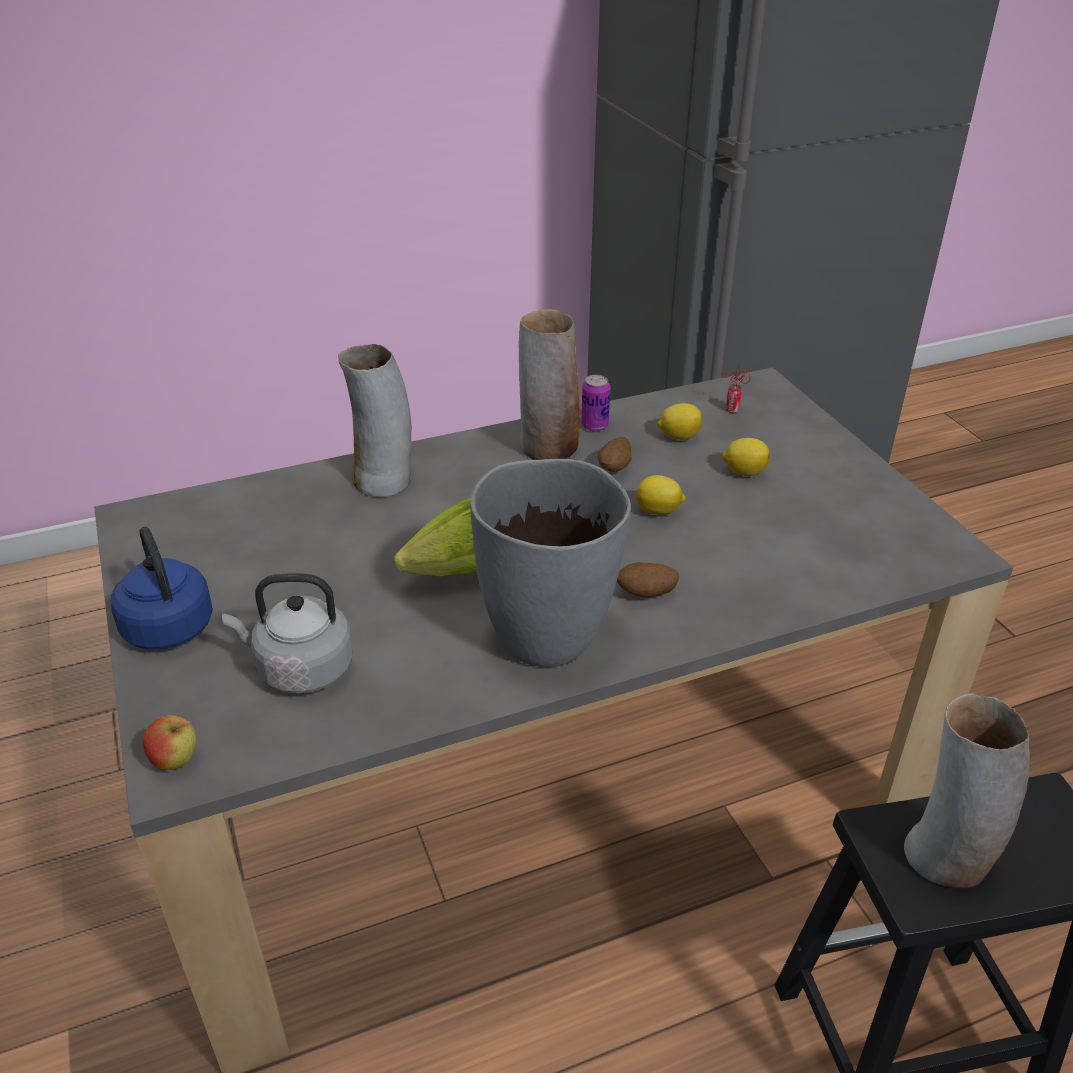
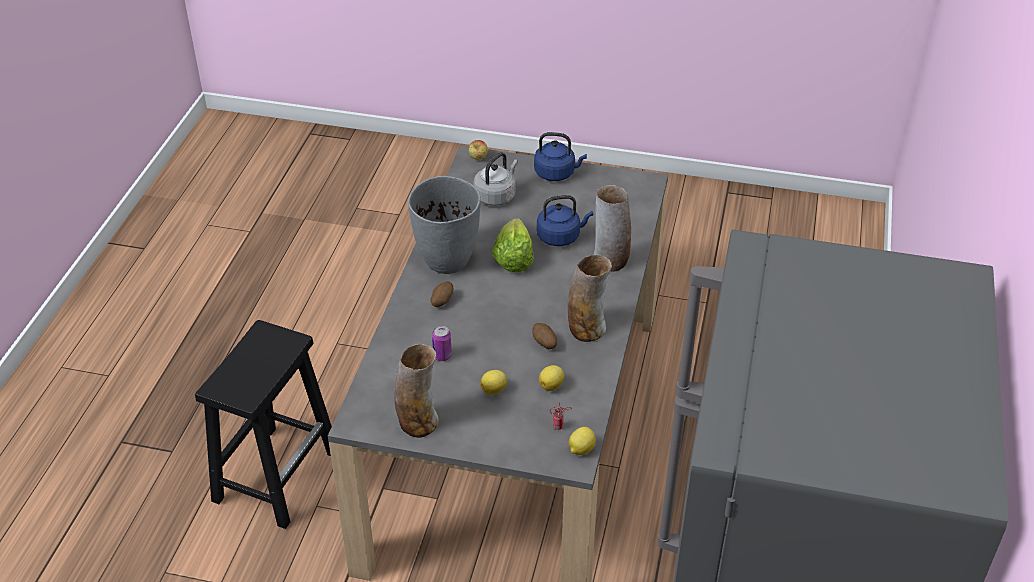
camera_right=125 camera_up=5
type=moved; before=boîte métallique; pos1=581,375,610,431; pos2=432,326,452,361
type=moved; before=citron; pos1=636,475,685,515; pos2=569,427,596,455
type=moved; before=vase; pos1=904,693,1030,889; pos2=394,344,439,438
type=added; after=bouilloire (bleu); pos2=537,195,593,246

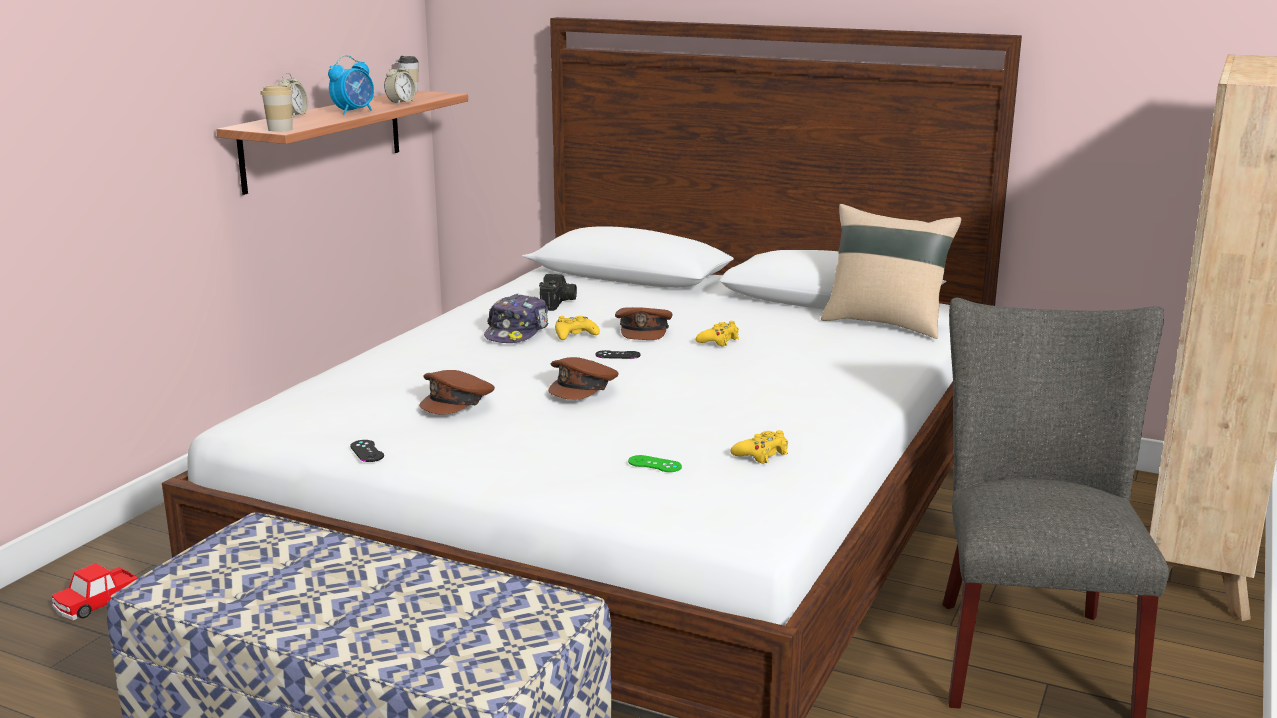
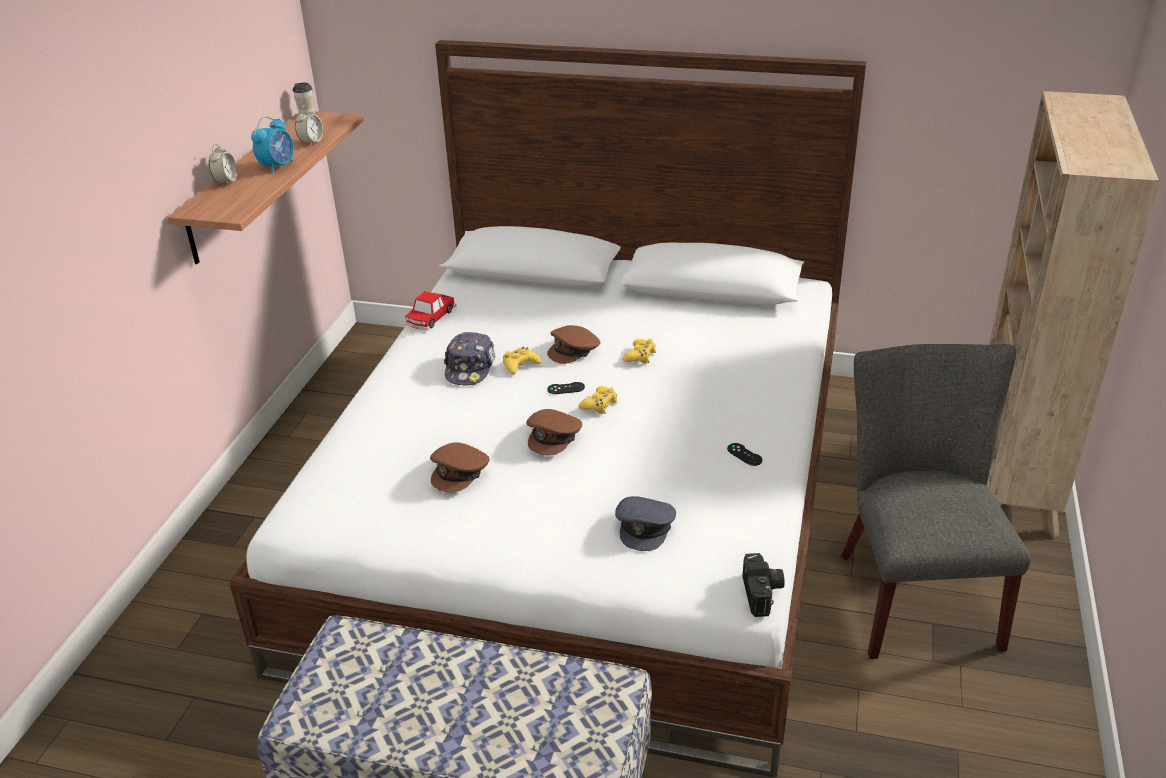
camera_right=-10 camera_up=15
type=moved; before=petite voiture; pos1=52,563,138,621; pos2=405,291,456,330
type=removed; before=tasse; pos1=260,85,293,132
type=moved; before=manette (noir); pos1=350,440,384,462; pos2=727,443,762,466
type=moved; before=appareil photo; pos1=539,274,577,311; pos2=742,553,785,617
type=turned; before=casquette (marron); pos1=615,307,672,340; pos2=547,325,600,364; turn=60
type=replaced; before=manette (vert); after=casquette (gris); pos1=628,455,682,472; pos2=615,496,676,551
type=moved; before=manette (jaune); pos1=731,430,788,464; pos2=579,386,618,414
type=removed; before=coussin (beige); pos1=821,204,961,339

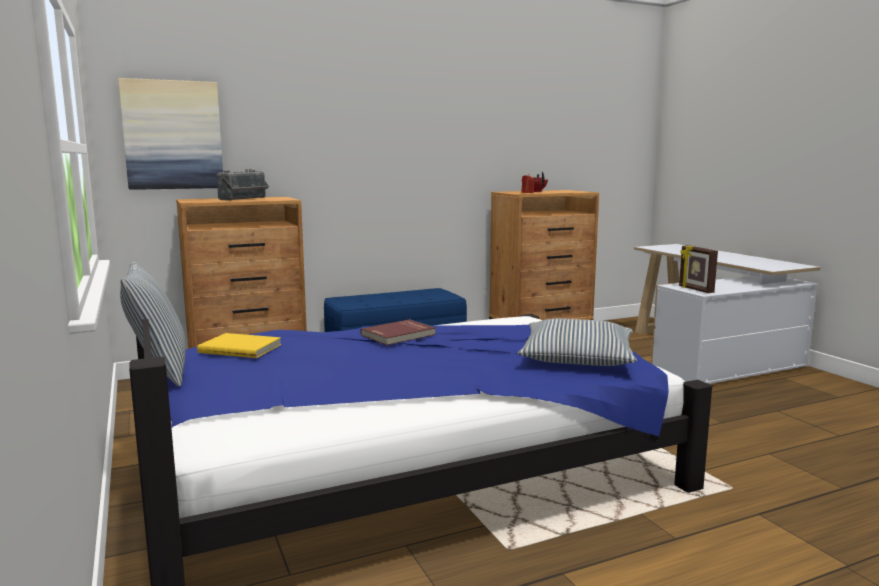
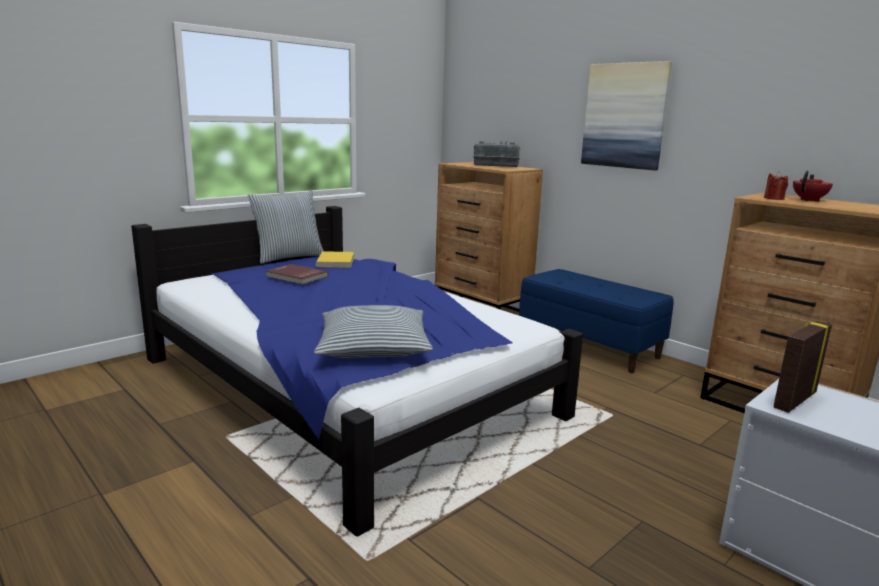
camera_right=70 camera_up=5
type=moved; before=tableau; pos1=118,78,223,190; pos2=581,61,672,170
type=moved; before=livre (rouge); pos1=360,319,436,345; pos2=266,264,328,285

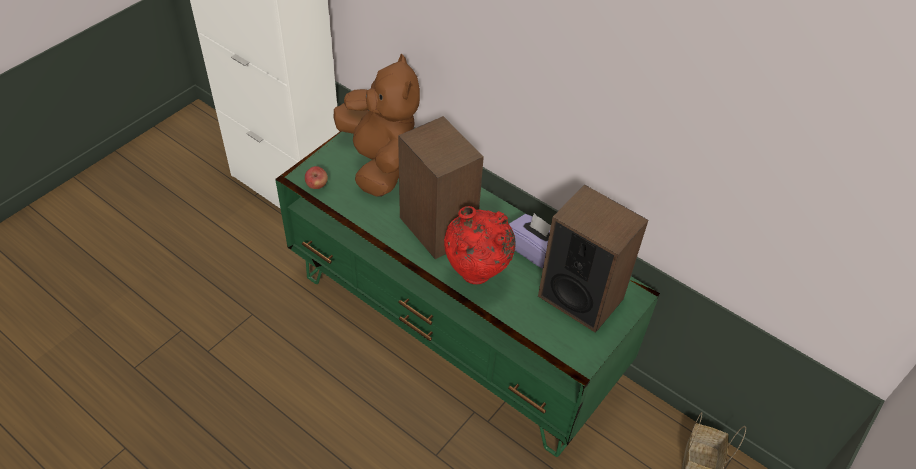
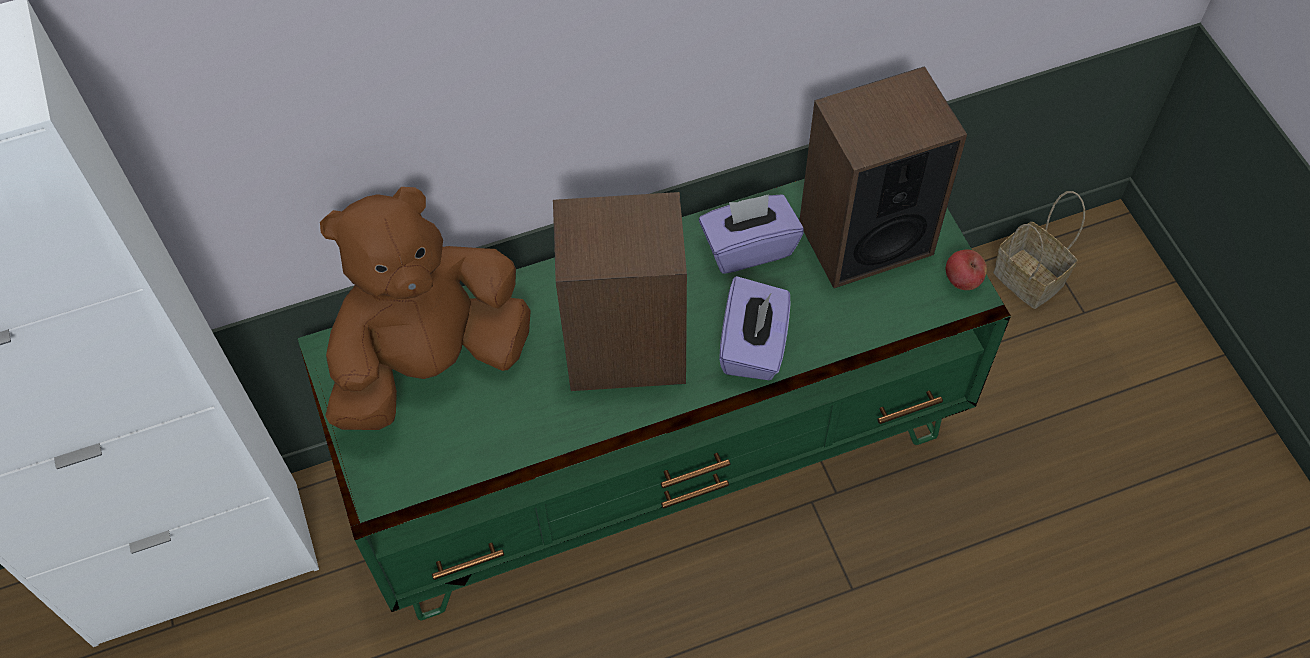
camera_right=-55 camera_up=10
type=moved; before=pomme; pos1=305,166,328,189; pos2=946,250,987,290
type=turned; before=peluche (marron); pos1=333,54,420,197; pos2=320,187,531,430; turn=-45
type=replaced; before=vase (rouge); after=boîte à mouchoirs (violet); pos1=444,206,516,284; pos2=719,276,790,380

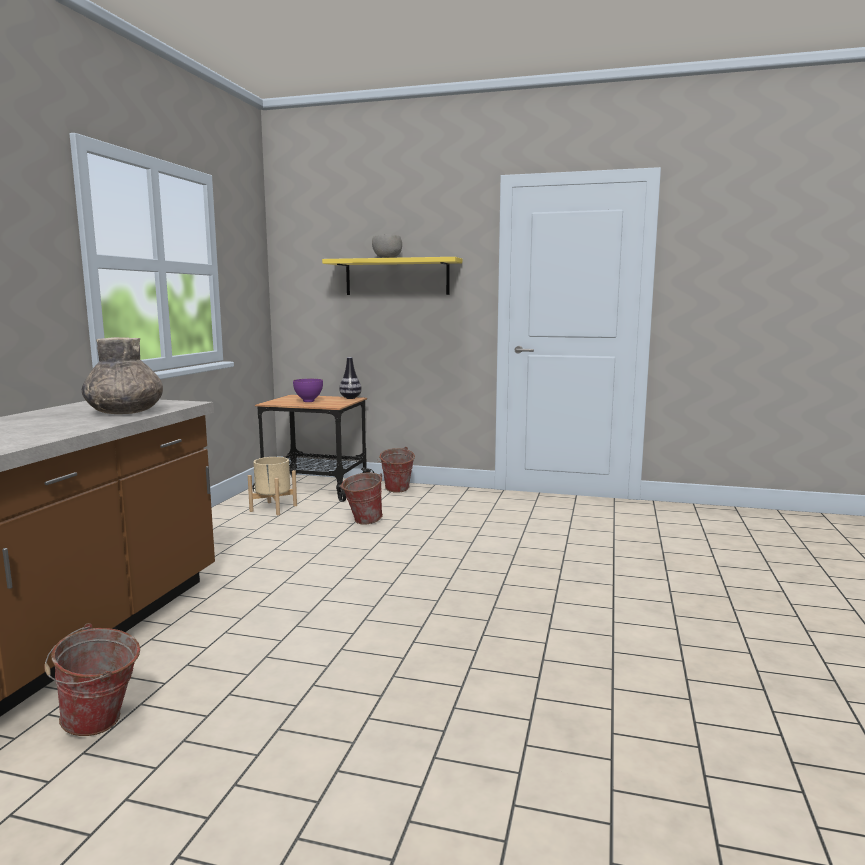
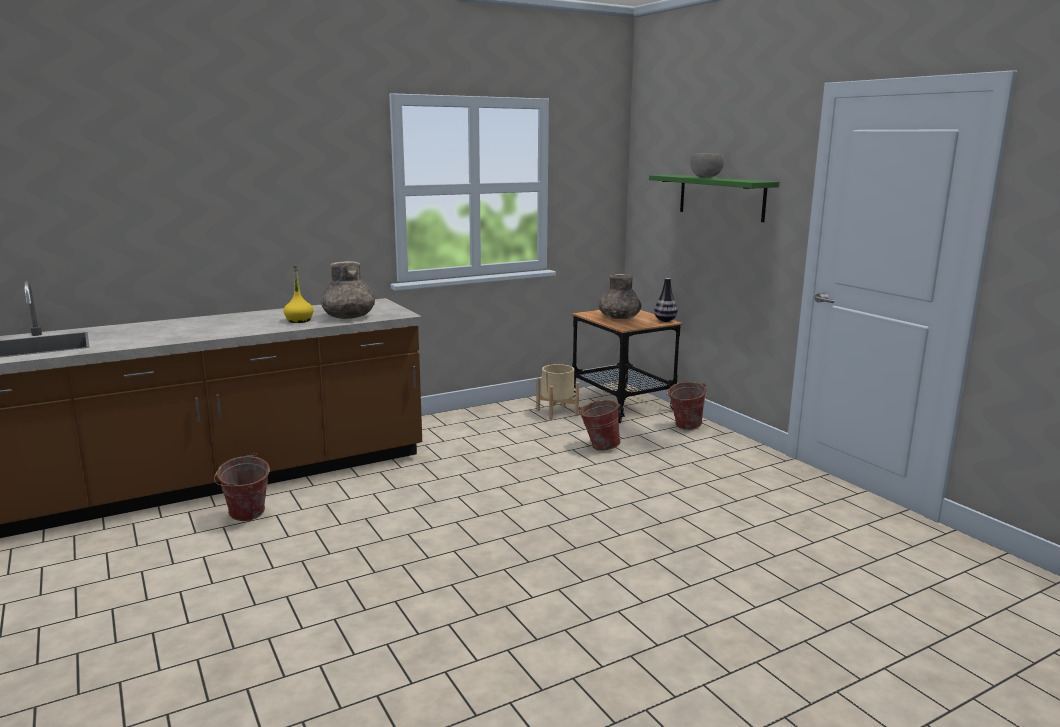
camera_right=45 camera_up=5
type=replaced; before=bol (violet); after=vase (gris); pos1=293,379,323,402; pos2=599,274,642,319
type=recoloured; before=étagère (jaune); after=étagère (vert); pos1=322,257,462,295; pos2=649,175,780,222
type=added; after=bouteille (jaune); pos2=283,266,313,323

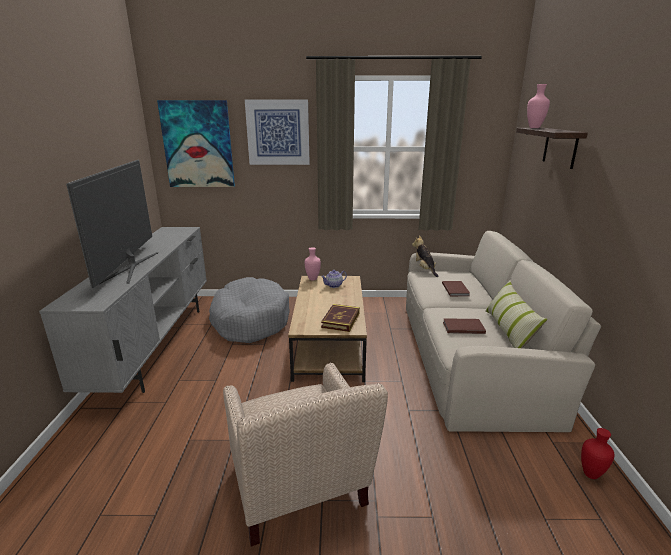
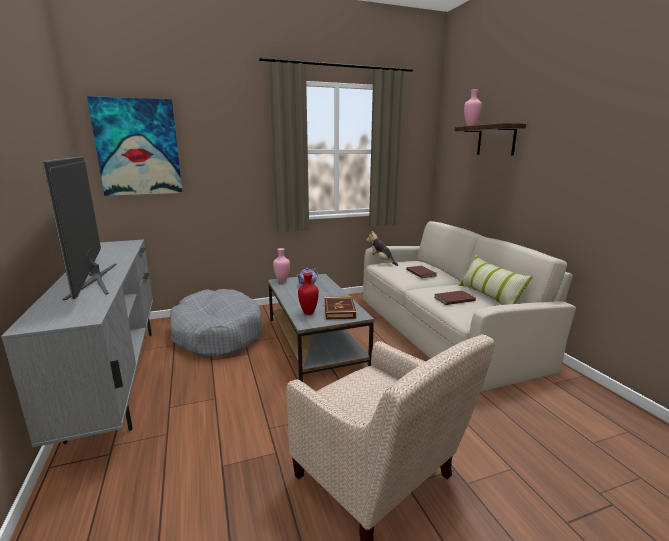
camera_right=-20 camera_up=-5
type=removed; before=tableau; pos1=245,100,310,165
type=recoloured; before=table basse (marron); after=table basse (gris); pos1=288,276,367,382; pos2=268,274,374,382
type=moved; before=vase (rouge); pos1=581,428,614,479; pos2=298,273,319,315

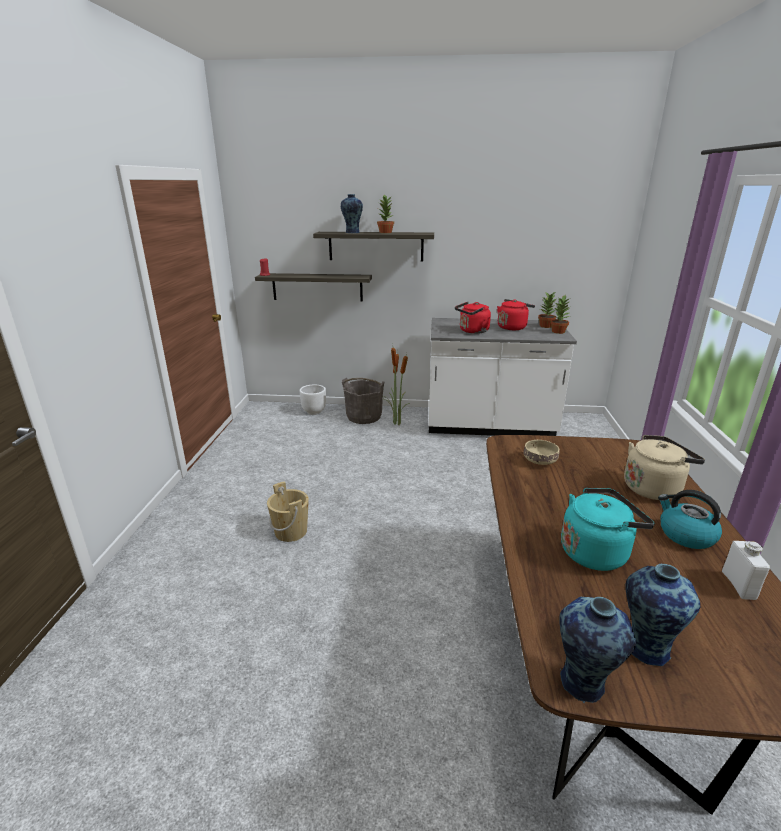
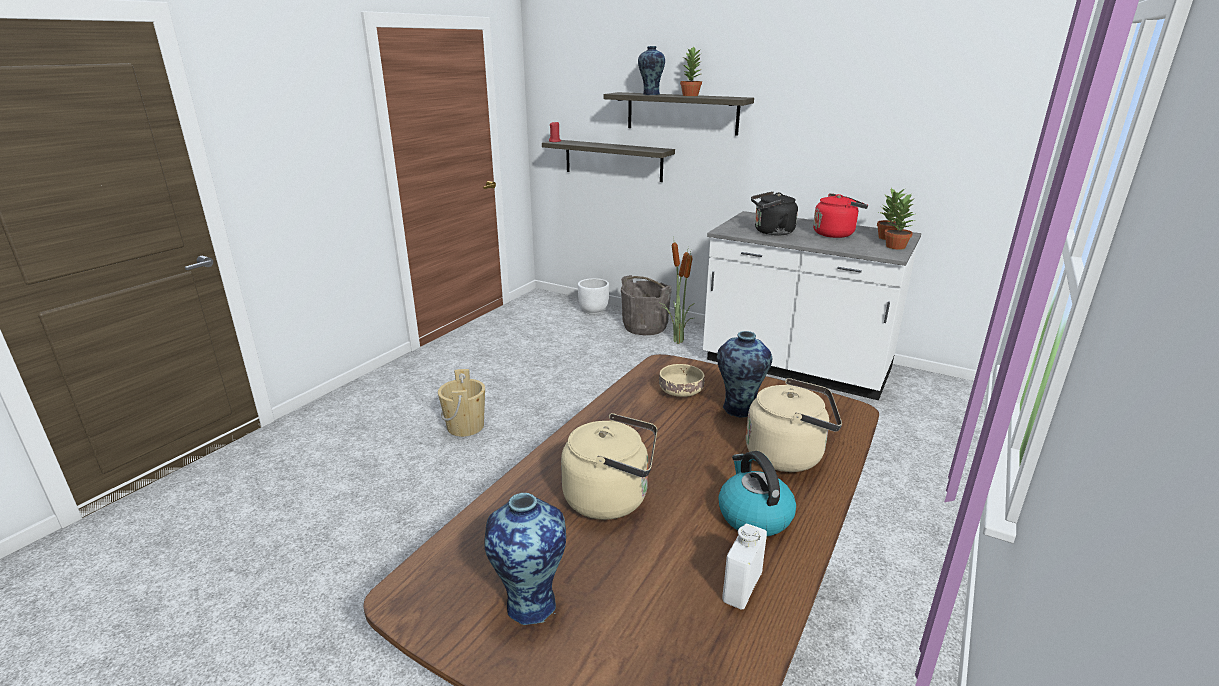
camera_right=25 camera_up=0
type=recoloured; before=bouilloire (rouge); after=bouilloire (noir); pos1=455,302,491,334; pos2=751,191,798,235
type=moved; before=vase; pos1=559,597,636,703; pos2=717,331,772,417
type=recoloured; before=bouilloire (turquoise); after=bouilloire (beige); pos1=561,488,655,571; pos2=561,413,657,520

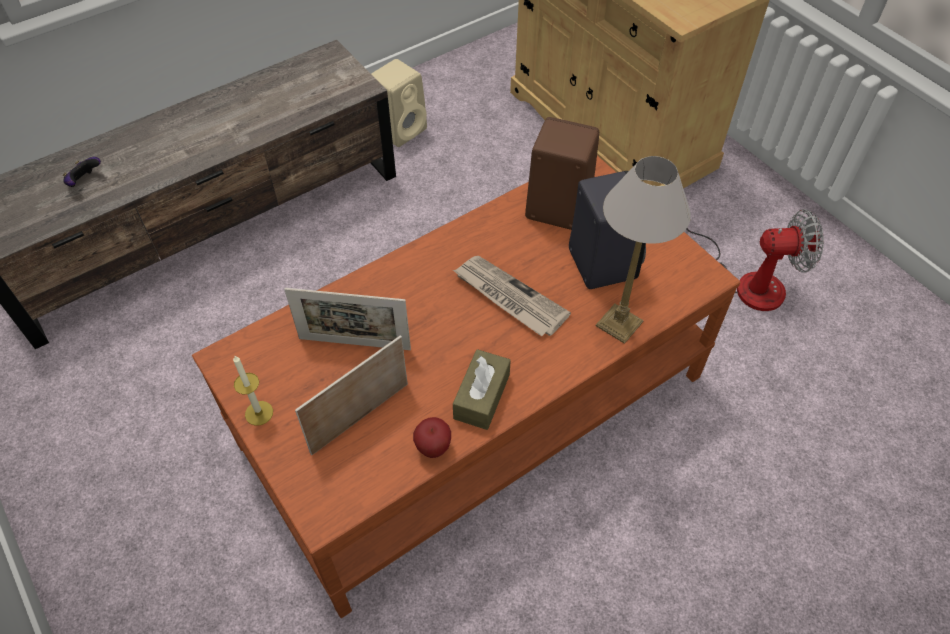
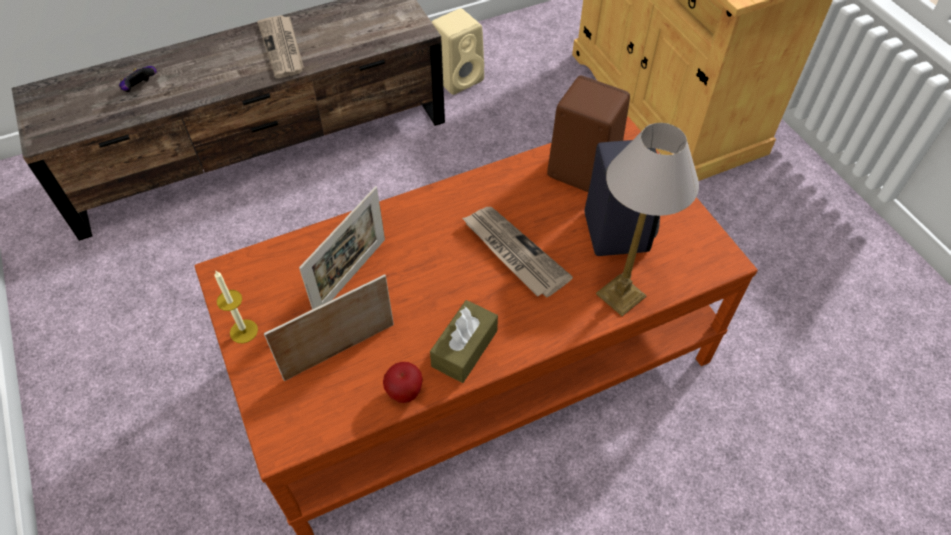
camera_right=10 camera_up=0
type=turned; before=cadre photo; pos1=284,288,411,350; pos2=299,186,385,309; turn=-75
type=removed; before=ventilateur; pos1=686,209,824,311
type=added; after=journal; pos2=257,15,304,78

